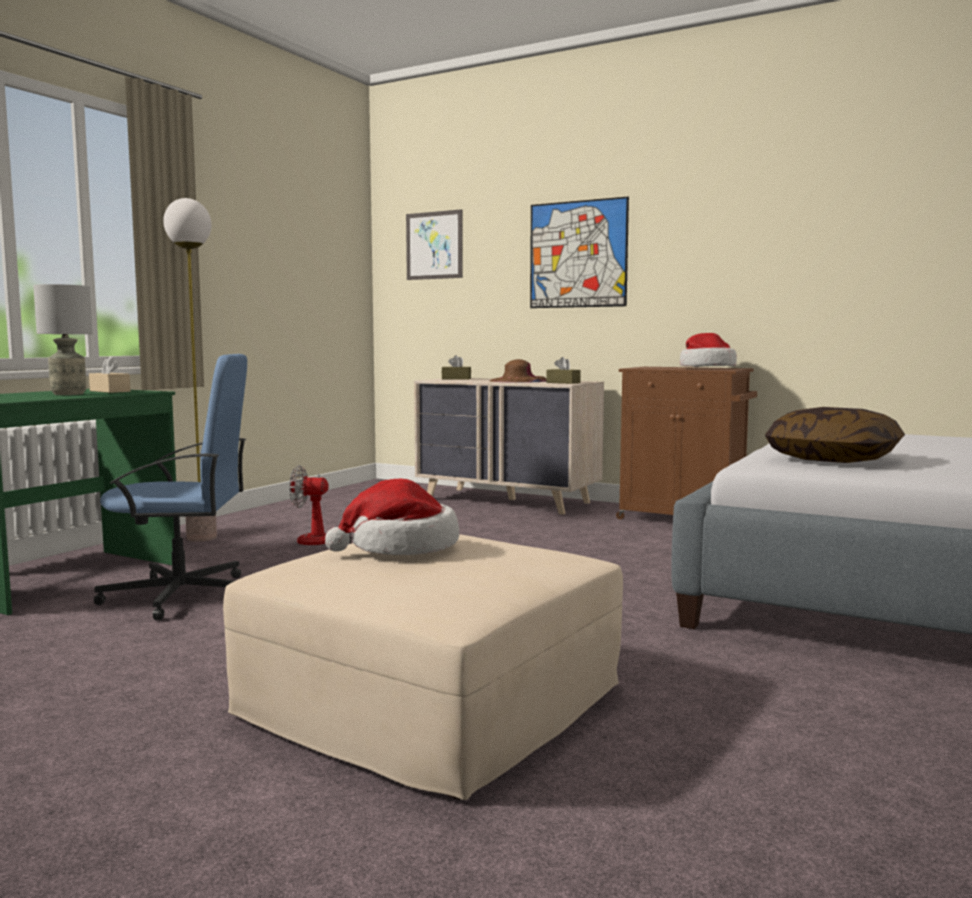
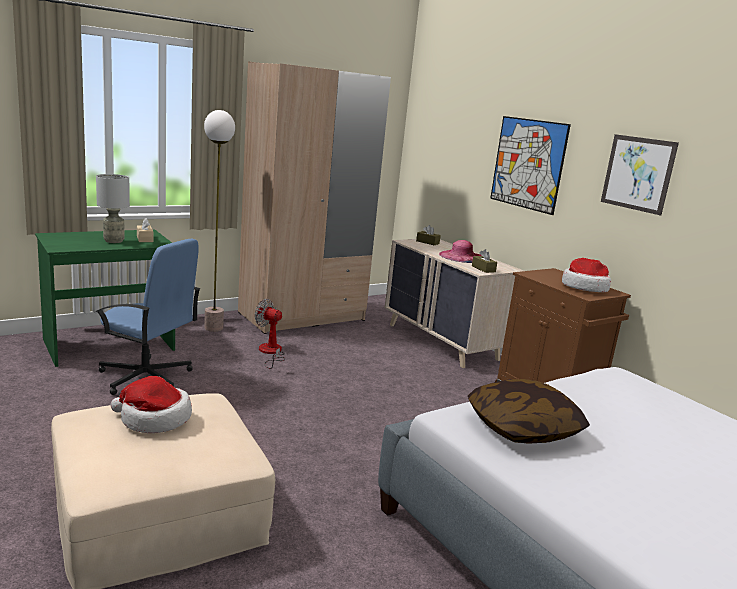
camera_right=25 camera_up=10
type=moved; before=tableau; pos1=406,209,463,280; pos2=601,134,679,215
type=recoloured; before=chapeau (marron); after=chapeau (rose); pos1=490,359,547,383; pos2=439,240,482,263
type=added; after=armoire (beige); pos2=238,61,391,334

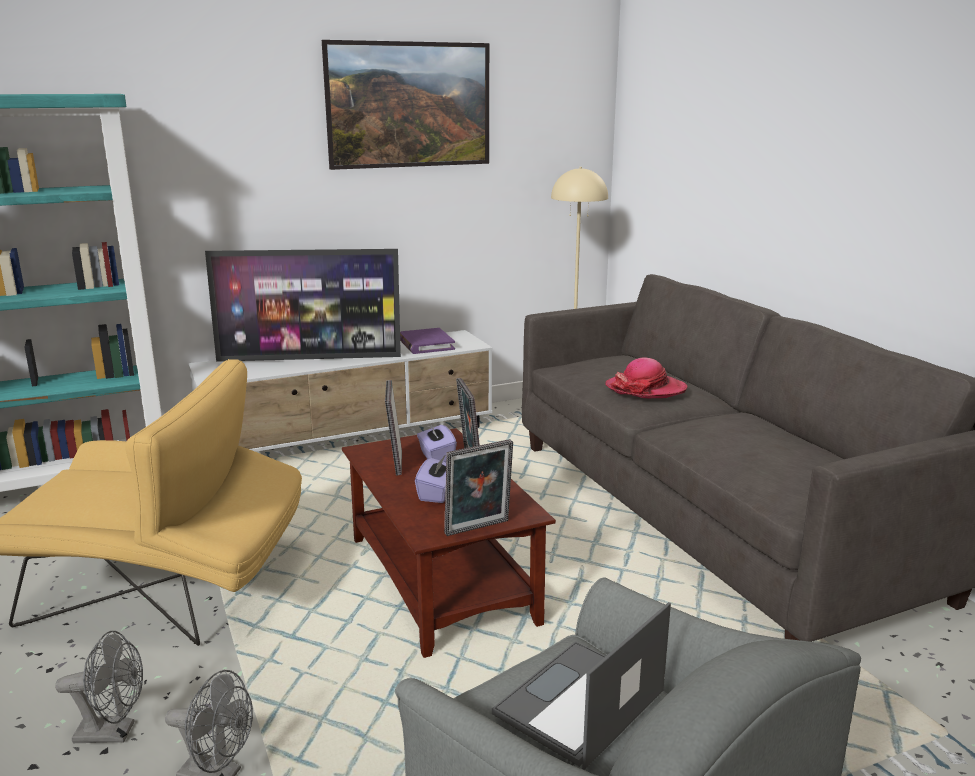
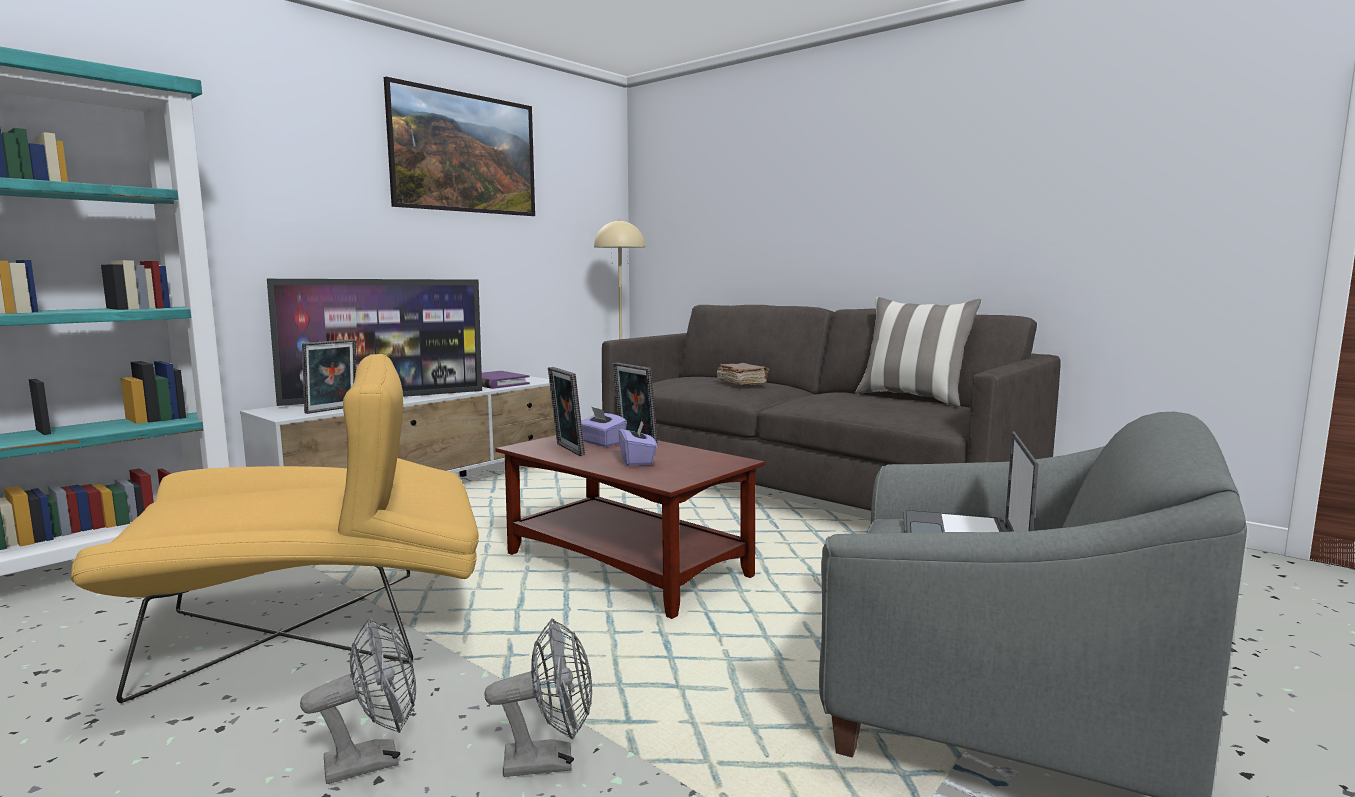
camera_right=-25 camera_up=-10
type=moved; before=cadre photo; pos1=444,439,513,536; pos2=302,339,356,414
type=replaced; before=chapeau; after=livre (marron); pos1=605,357,688,398; pos2=717,363,769,385
type=added; after=coussin; pos2=855,297,981,407

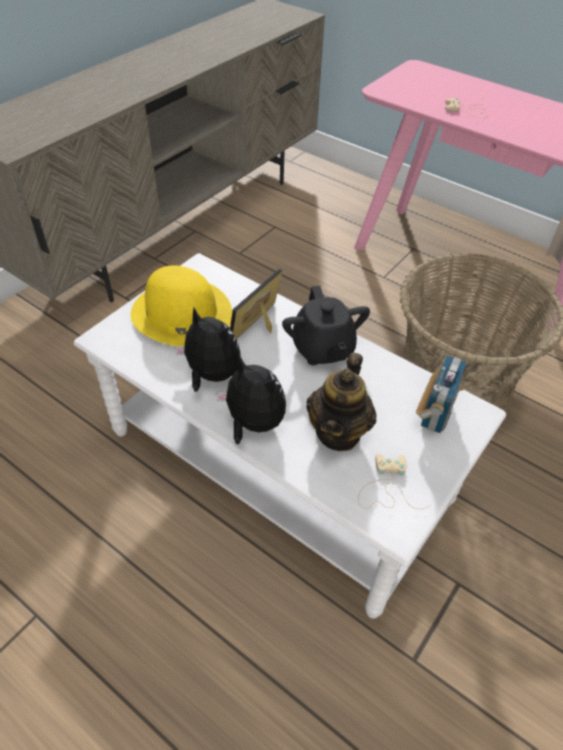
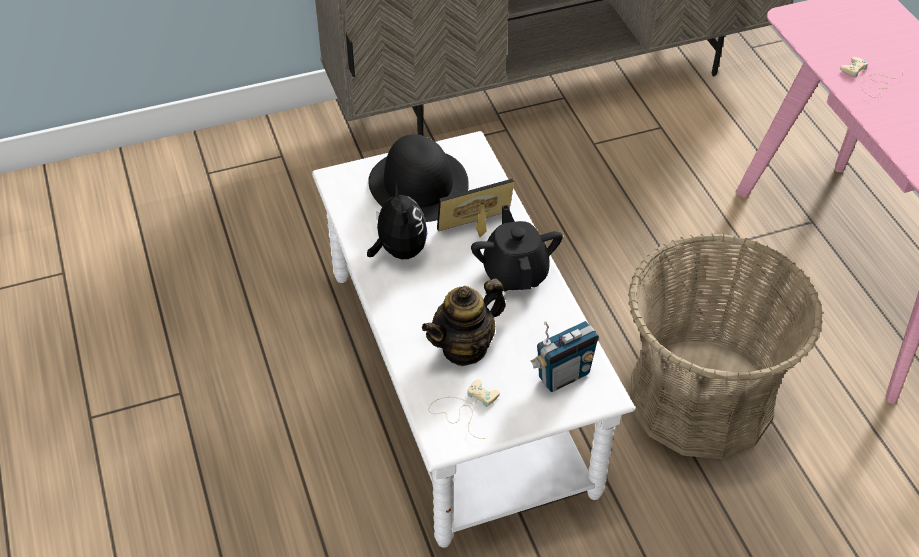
camera_right=35 camera_up=0
type=recoloured; before=chapeau (jaune); after=chapeau (noir); pos1=131,265,232,346; pos2=368,134,469,222
type=removed; before=peluche; pos1=216,354,286,444
type=turned; before=théière (noir); pos1=282,286,370,365; pos2=471,205,563,291; turn=150

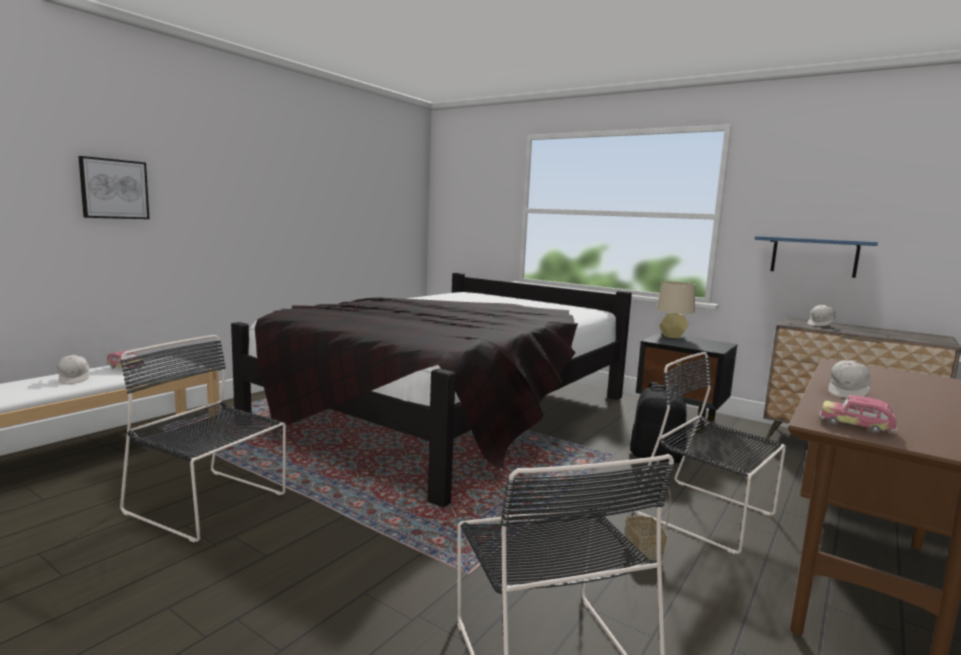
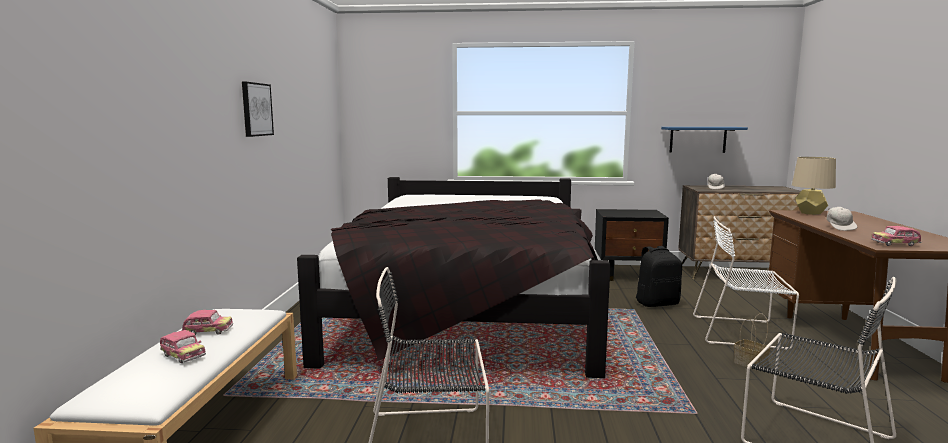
camera_right=-30 camera_up=0
type=replaced; before=casquette (blanc); after=petite voiture; pos1=58,355,90,385; pos2=160,330,206,363
type=moved; before=tableau; pos1=78,156,150,219; pos2=242,82,274,137
type=recoloured; before=chaise (noir); after=chaise (blanc); pos1=632,352,786,554; pos2=693,216,799,350
type=moved; before=lampe de table (beige); pos1=656,282,695,338; pos2=792,157,836,215

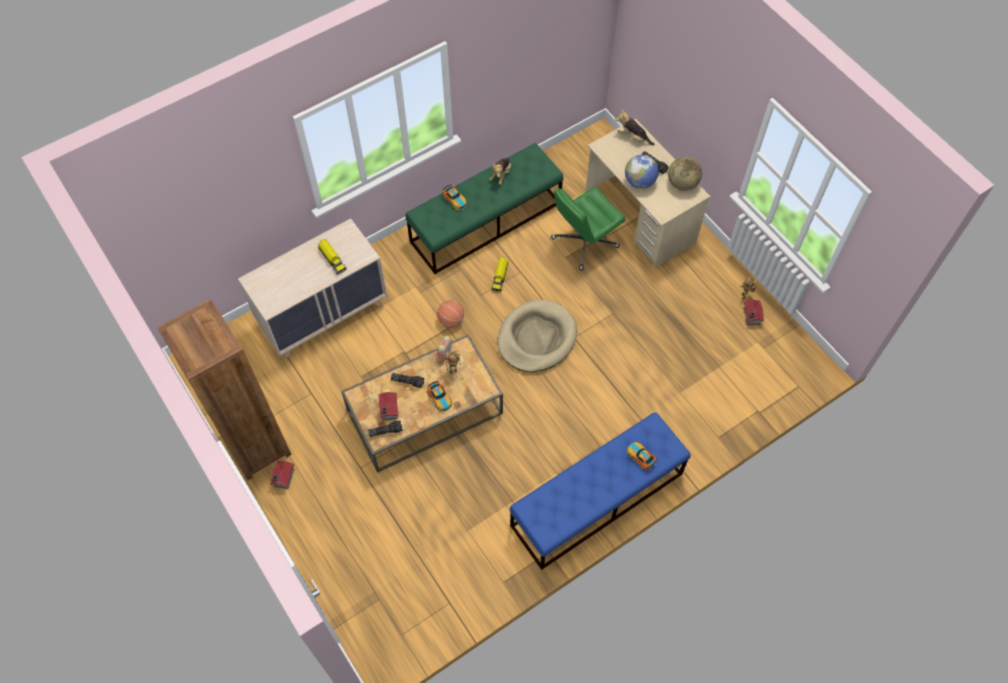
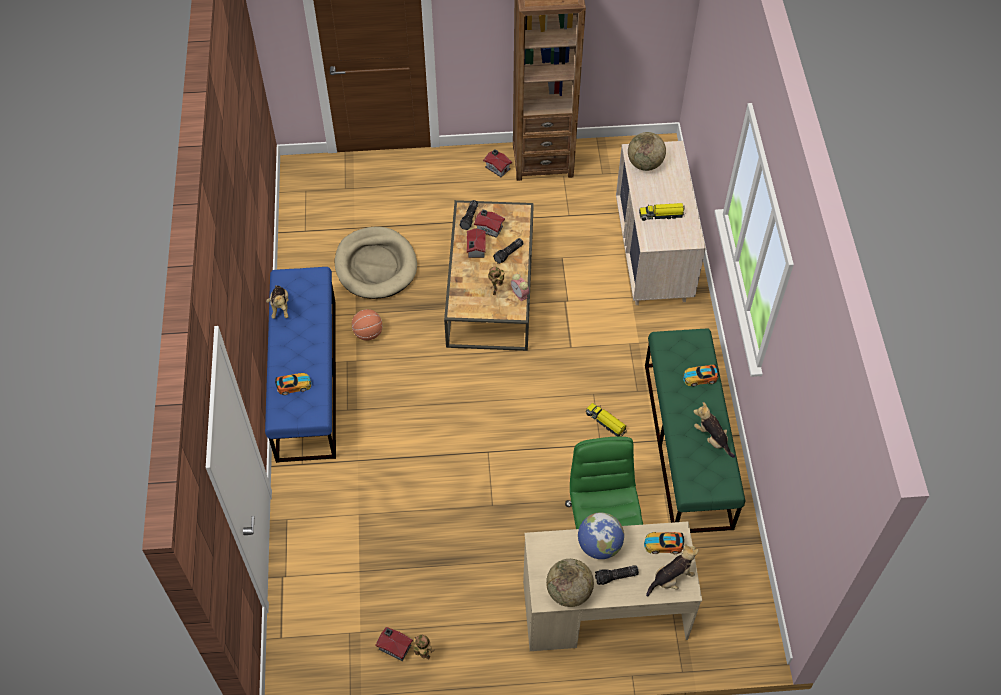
camera_right=120 camera_up=-5
type=moved; before=petite voiture; pos1=427,381,452,412; pos2=644,532,684,554
type=moved; before=ballon de basket; pos1=437,300,464,328; pos2=352,309,382,341
type=moved; before=panier pour chien (beige); pos1=497,299,577,372; pos2=335,227,417,299
type=added; after=peluche; pos2=266,285,289,319
type=added; after=maison miniature; pos2=467,228,486,258
type=added; after=globe; pos2=628,132,666,171

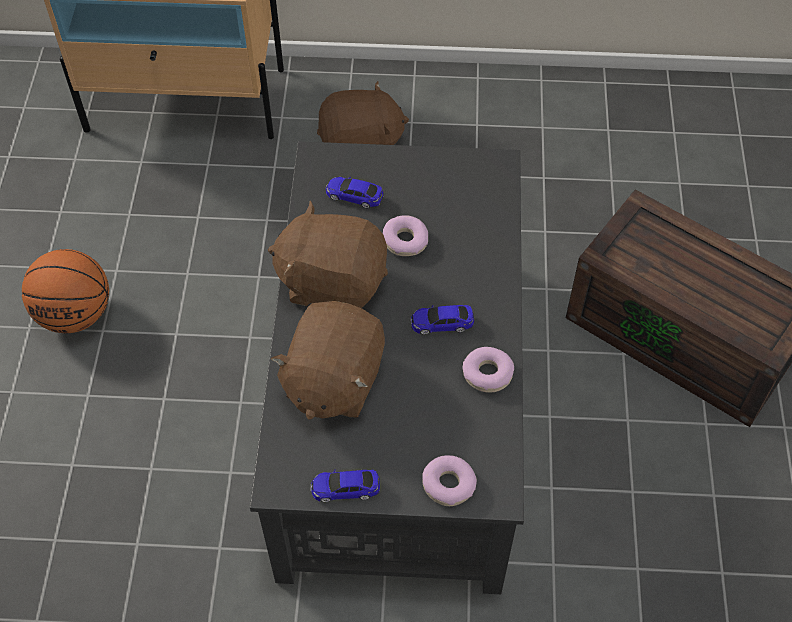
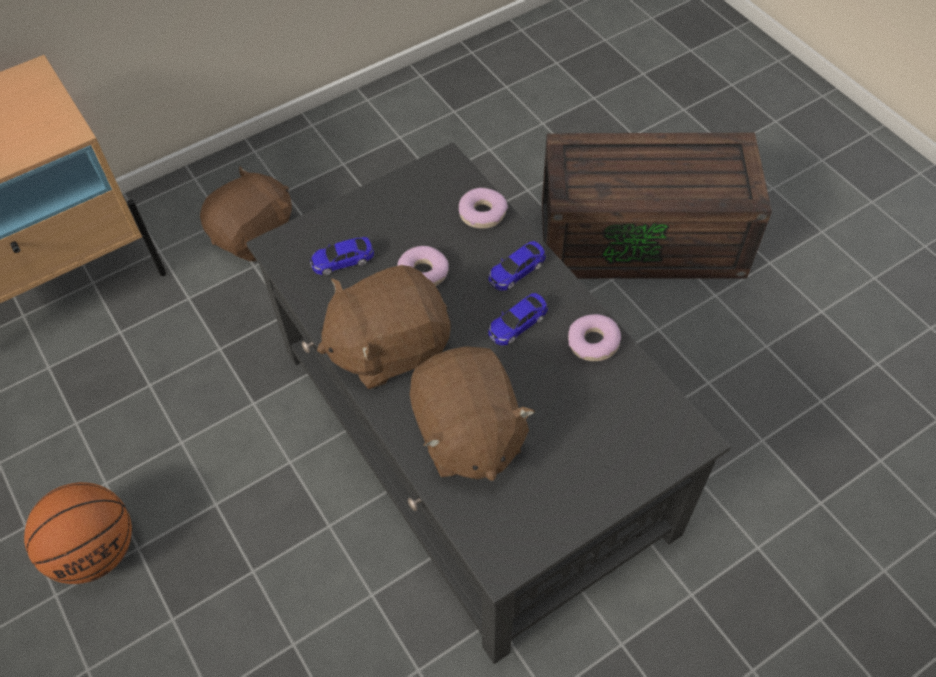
camera_right=-35 camera_up=0
type=moved; before=petite voiture; pos1=311,469,380,502; pos2=489,241,546,291
type=moved; before=beignet; pos1=422,455,477,506; pos2=459,188,508,229

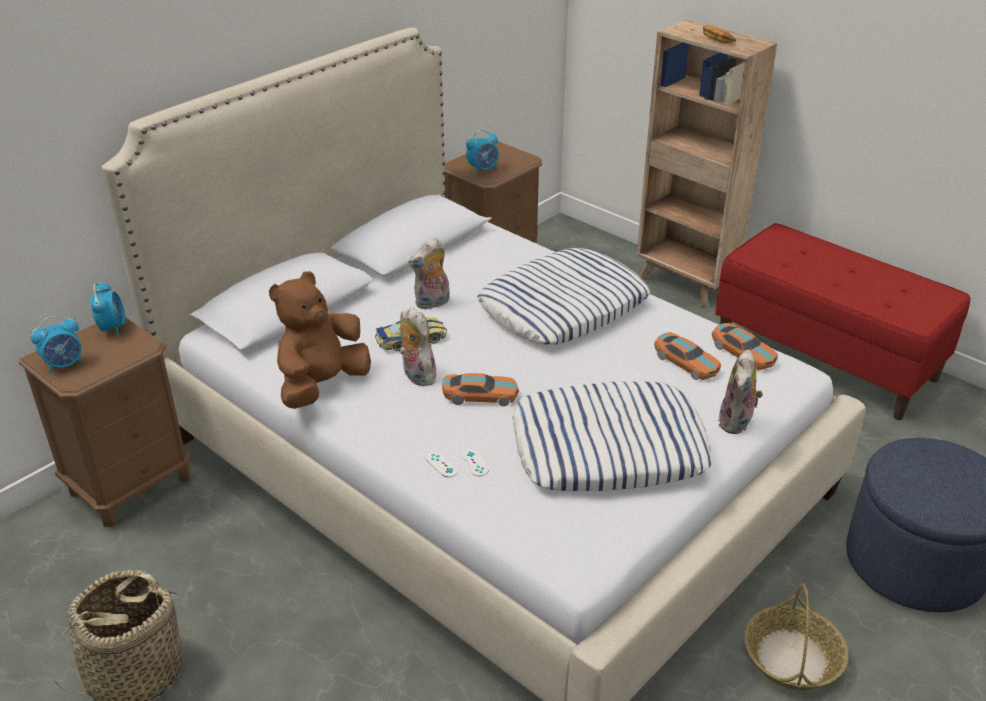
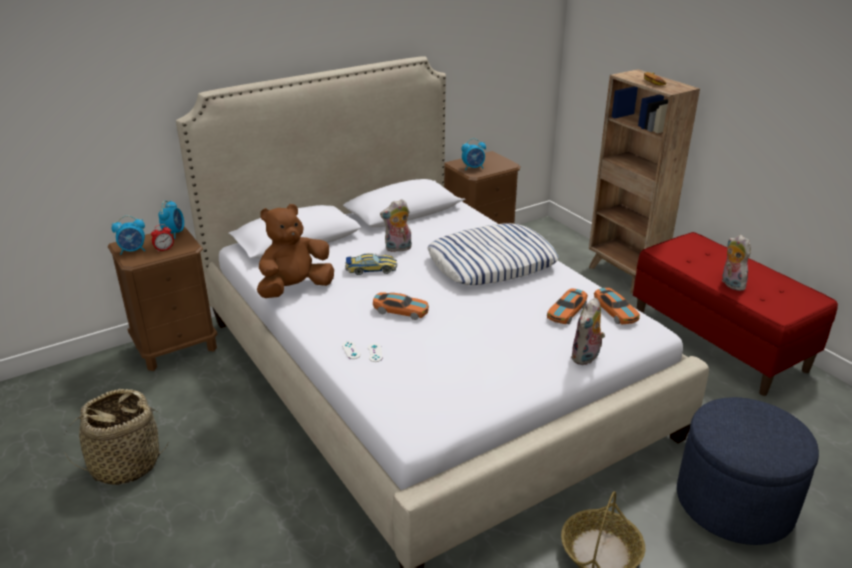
camera_right=15 camera_up=-5
type=moved; before=peluche; pos1=399,307,436,386; pos2=722,235,751,291
type=removed; before=coussin; pos1=512,381,712,491
type=turned; before=petite voiture; pos1=654,332,721,380; pos2=547,289,588,324; turn=60
type=added; after=réveil; pos2=151,224,174,252

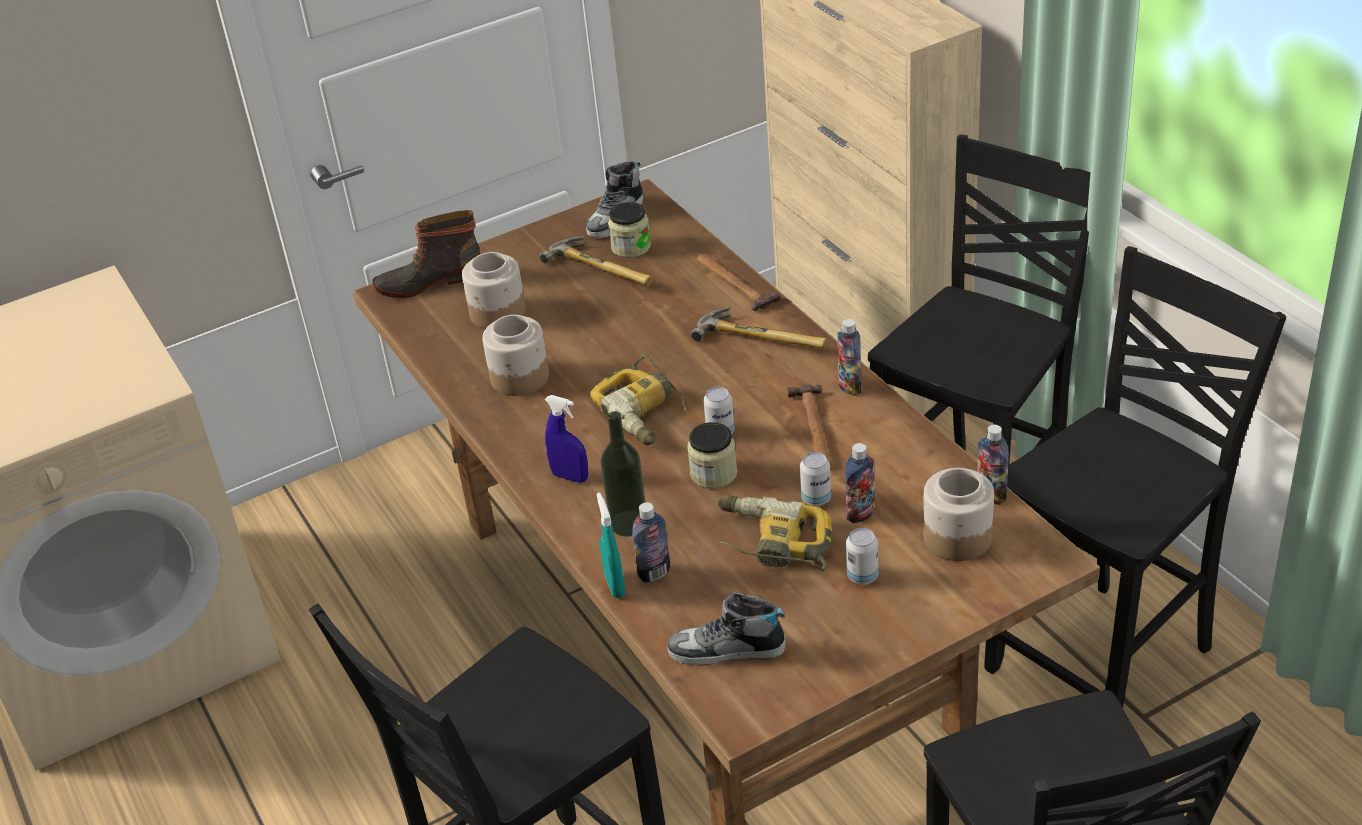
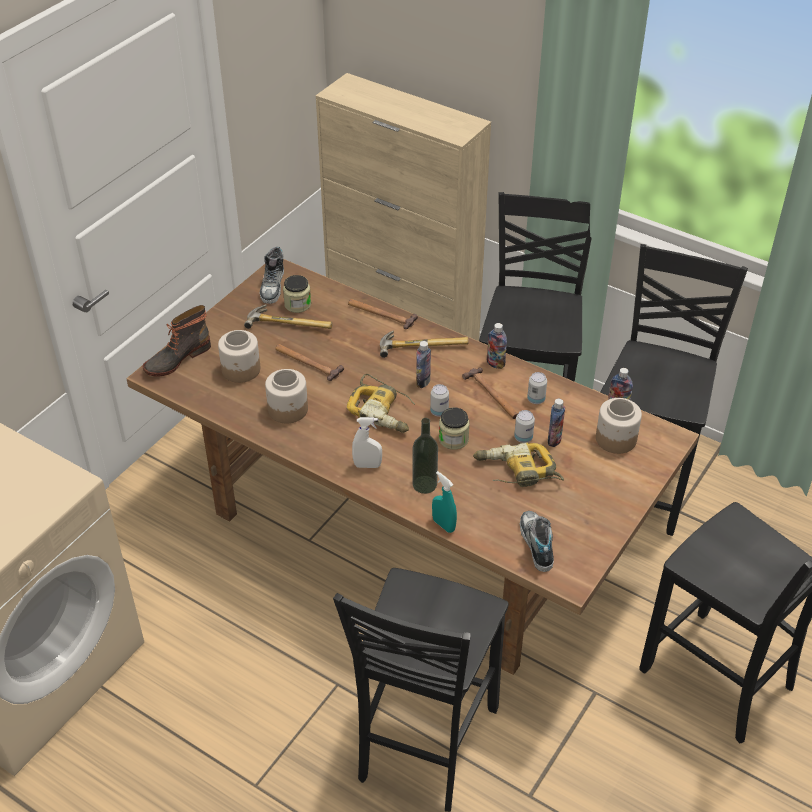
camera_right=-30 camera_up=5
type=recoloured; before=vaporisateur (bleu); after=vaporisateur (blanc); pos1=545,395,588,483; pos2=352,417,382,468
type=moved; before=bouteille; pos1=632,502,670,583; pos2=416,341,431,388
type=turned; before=chaussure; pos1=667,592,786,665; pos2=520,511,554,572; turn=105
type=moved; before=boîte métallique; pos1=846,528,878,584; pos2=527,372,547,404
type=added; after=marteau; pos2=275,344,344,381

